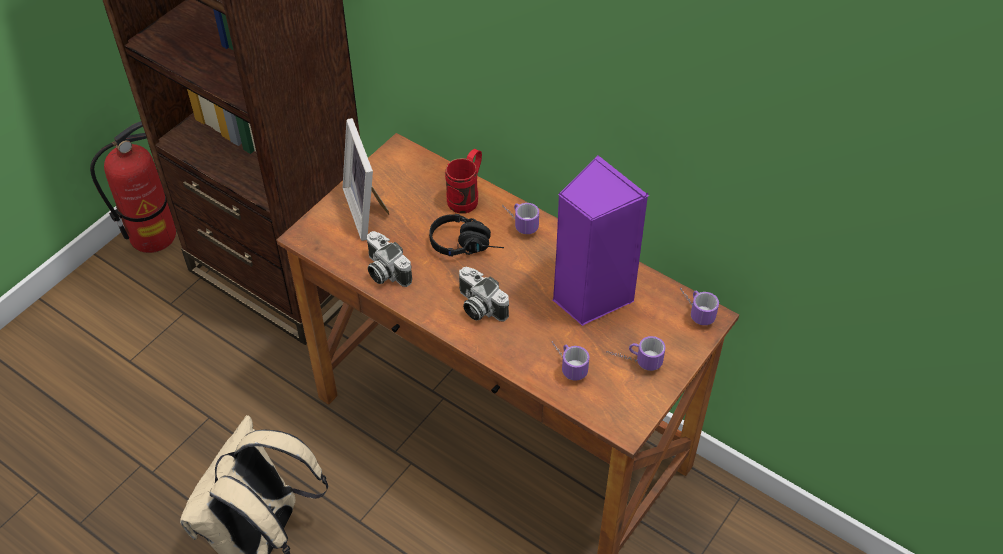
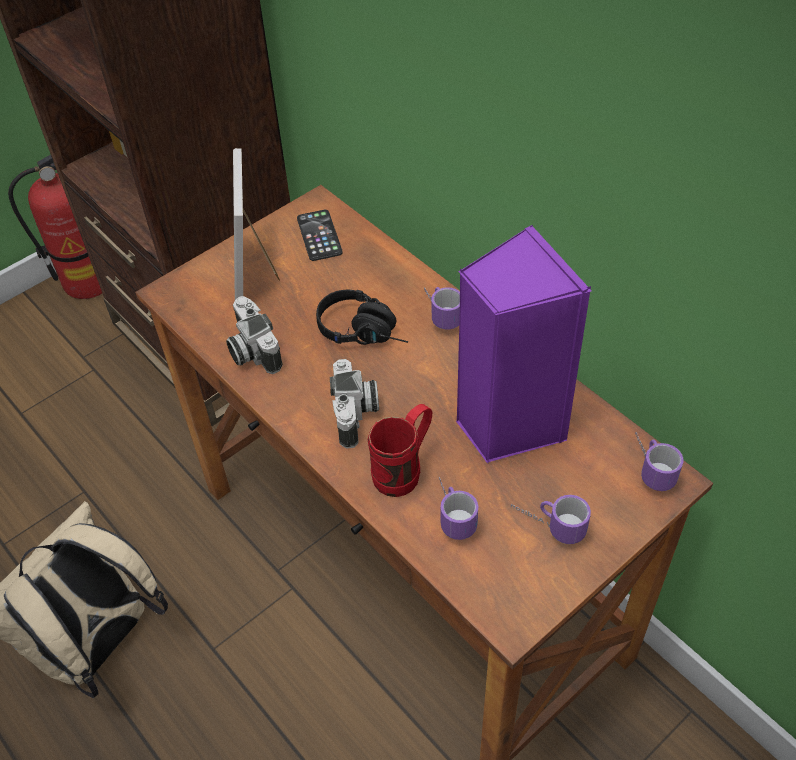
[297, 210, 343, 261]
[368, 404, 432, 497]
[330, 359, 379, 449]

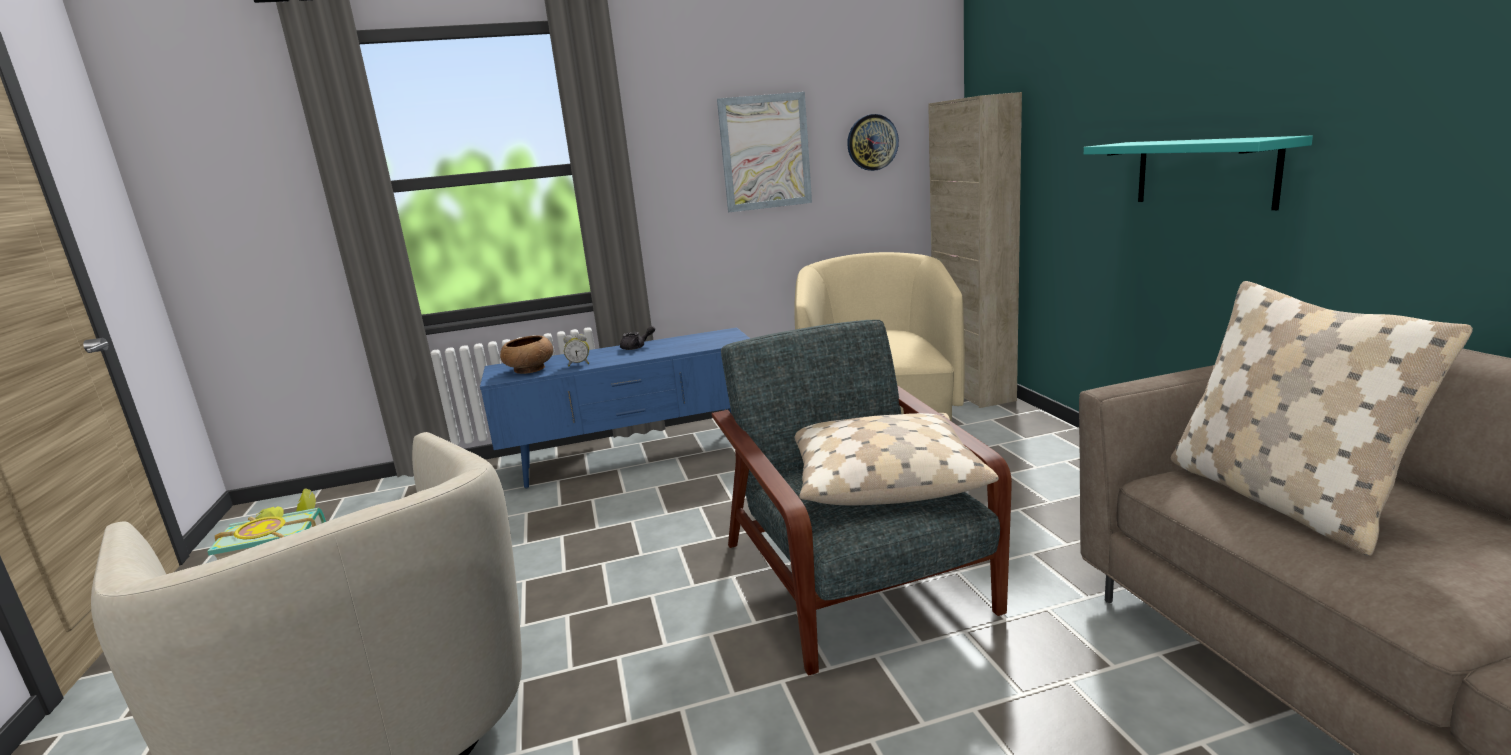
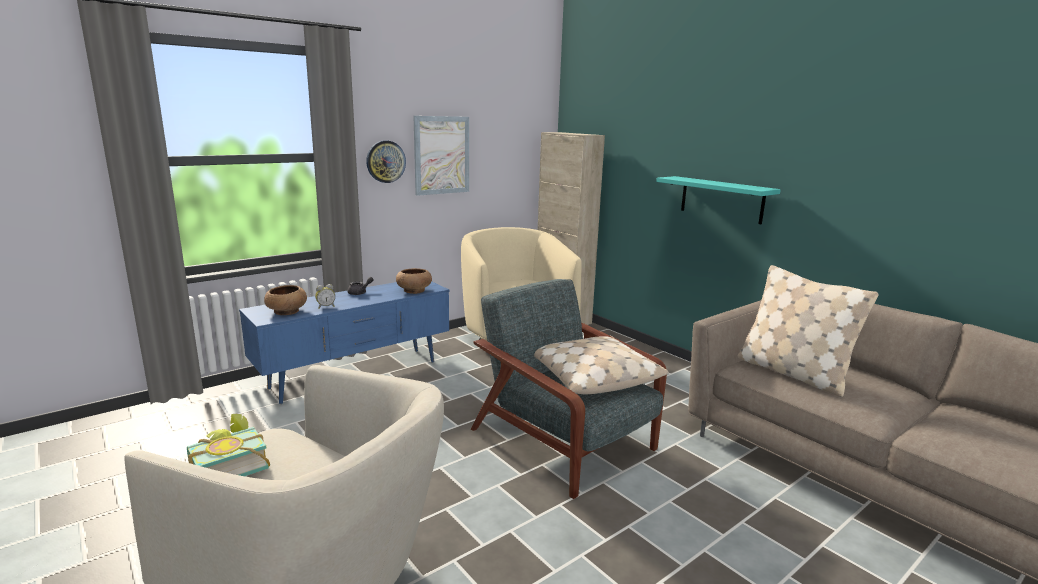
[396, 268, 432, 294]
[366, 140, 406, 183]

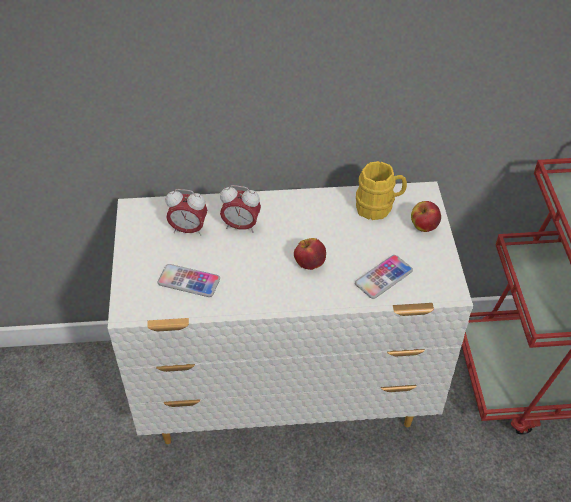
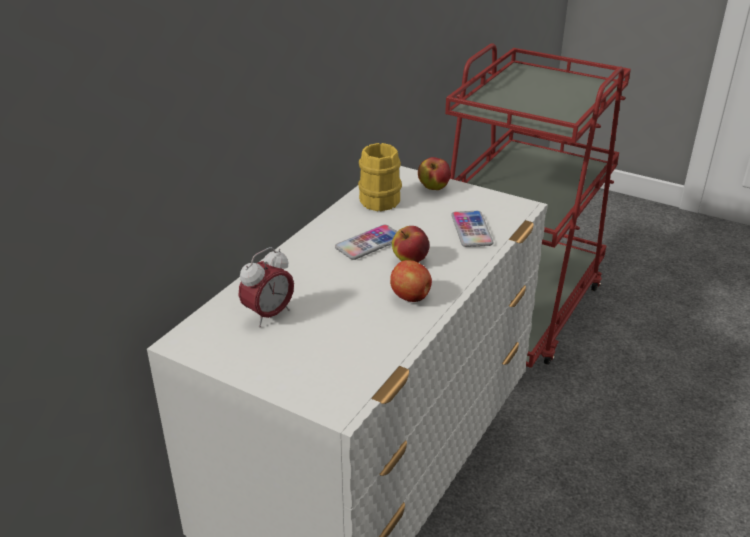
[220, 185, 261, 233] (first image)
[390, 260, 432, 302]
[335, 225, 397, 260]

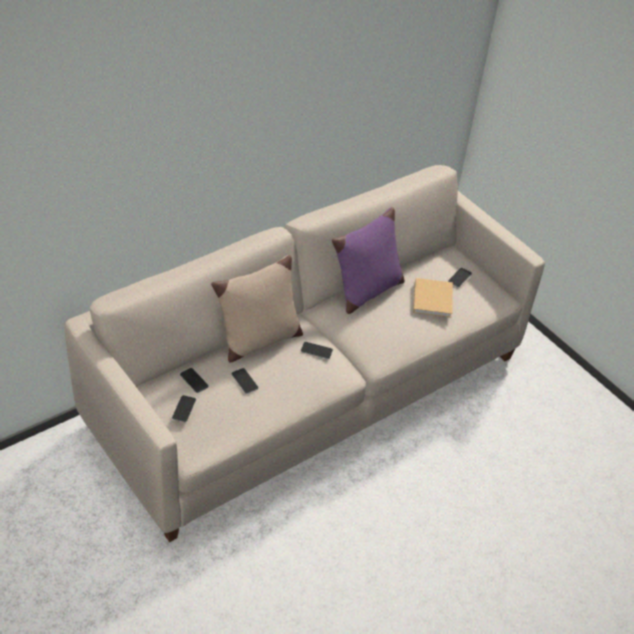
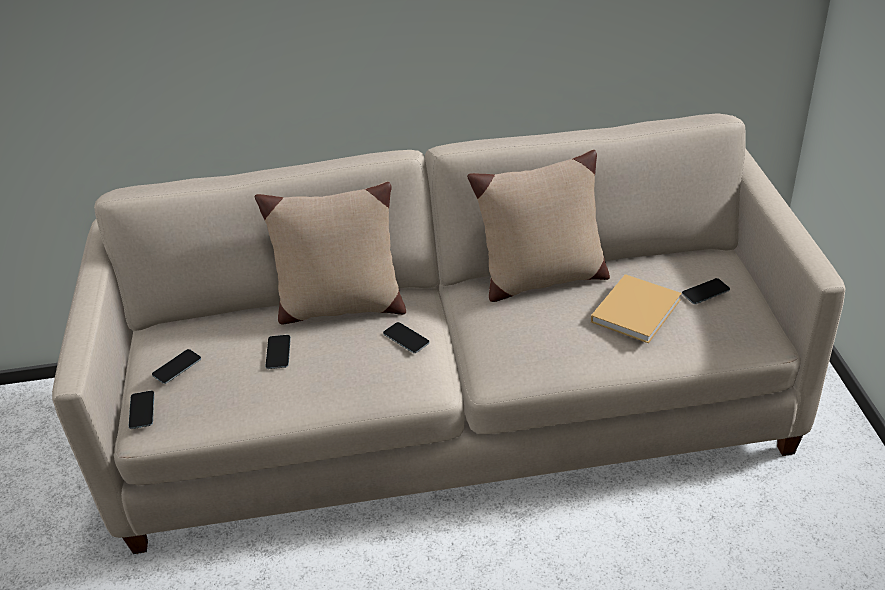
[129, 391, 154, 429]
[467, 150, 610, 302]

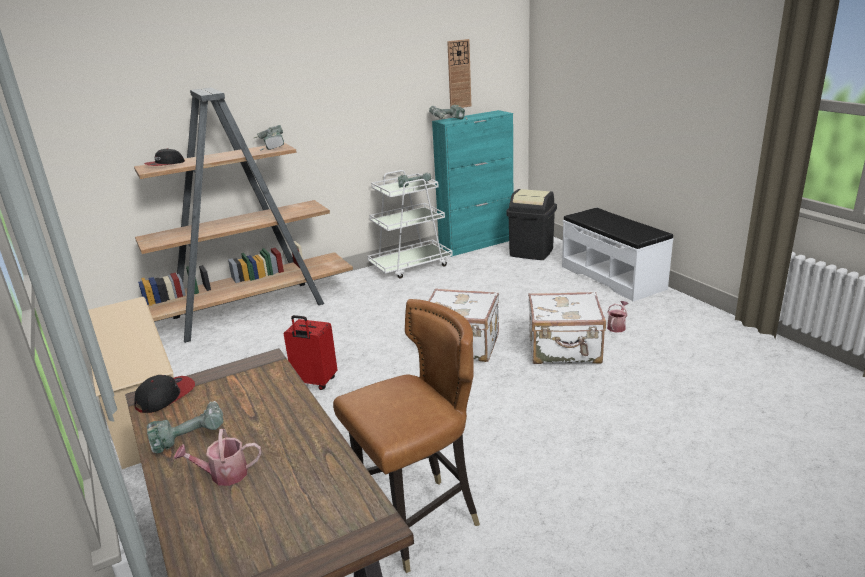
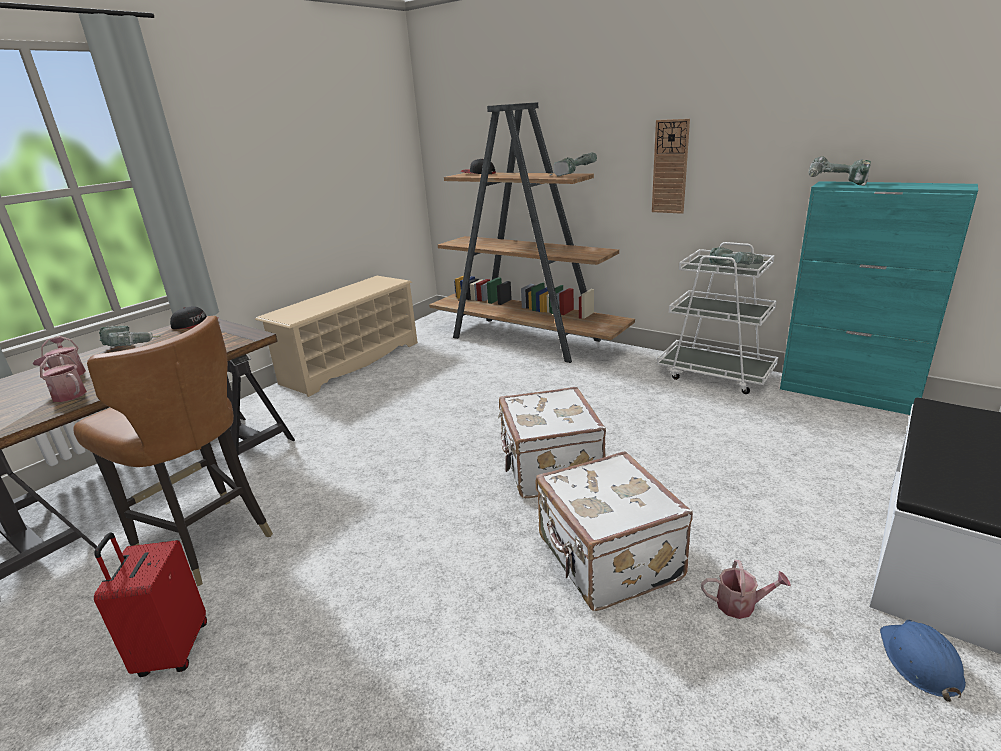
[506, 189, 557, 260] (first image)
[32, 353, 87, 402]
[880, 620, 966, 702]
[94, 533, 207, 677]
[652, 119, 690, 214]

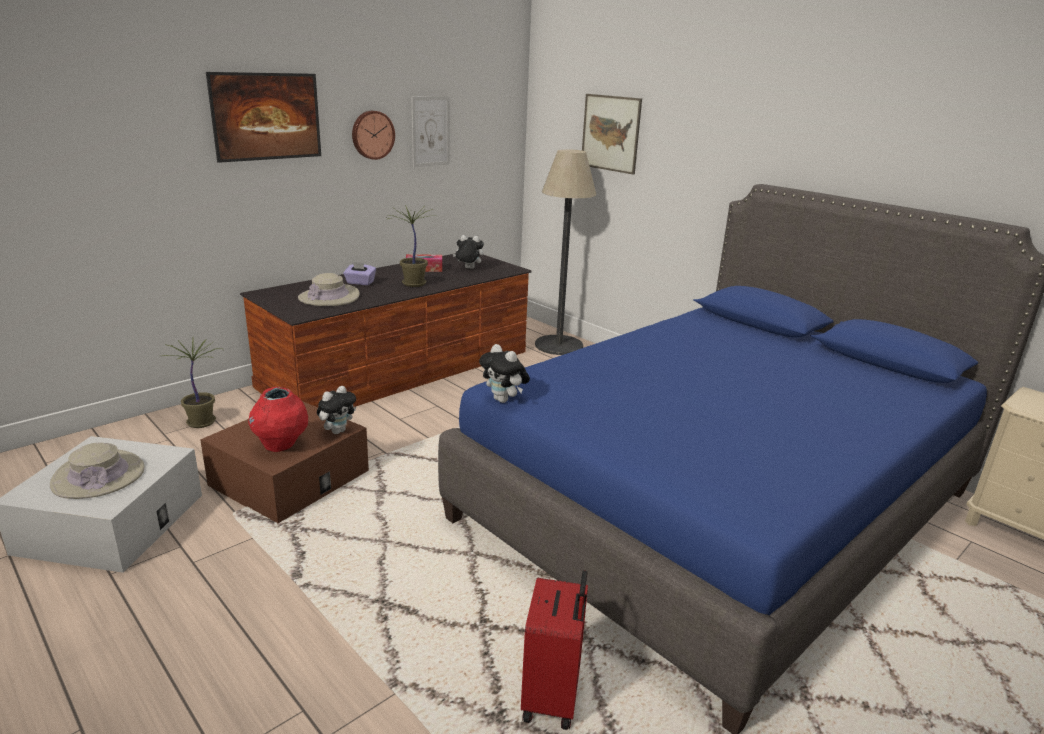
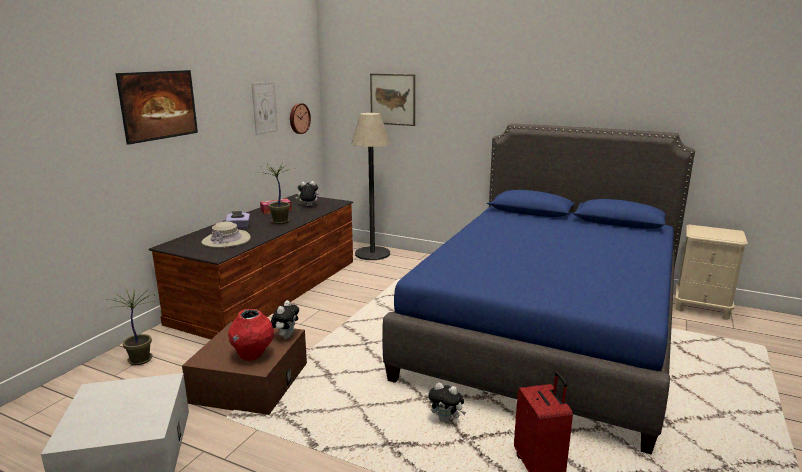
[50, 443, 145, 499] (first image)
[290, 103, 311, 134]
[428, 382, 466, 423]

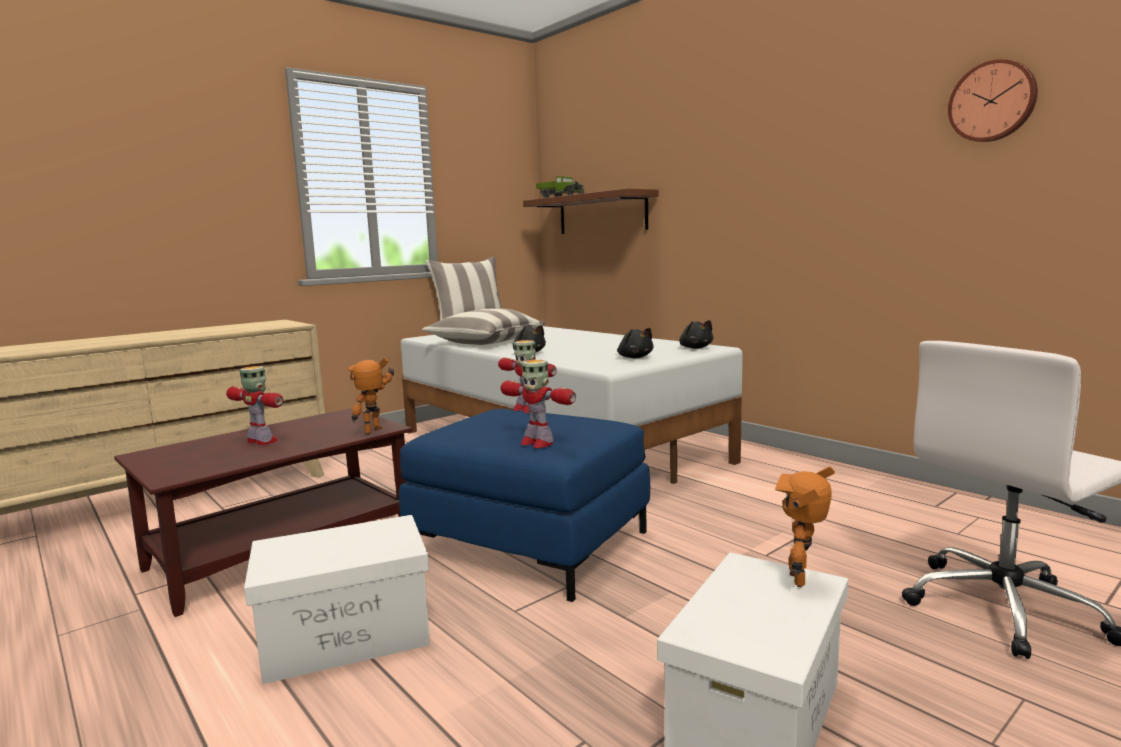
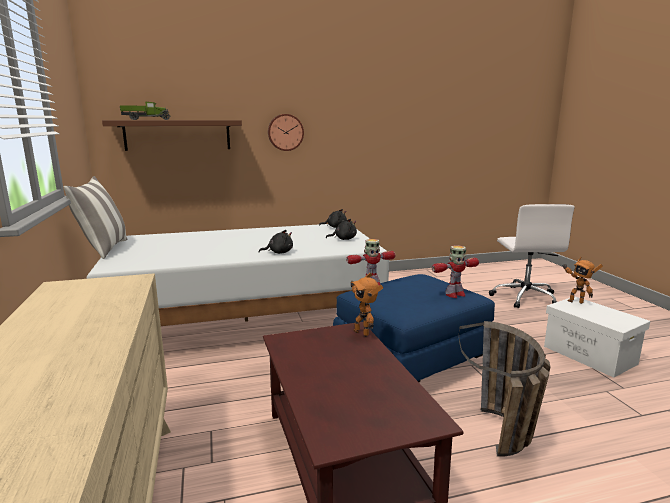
[226, 366, 283, 445] (first image)
[422, 308, 545, 345] (first image)
[268, 114, 304, 151]
[459, 321, 551, 457]

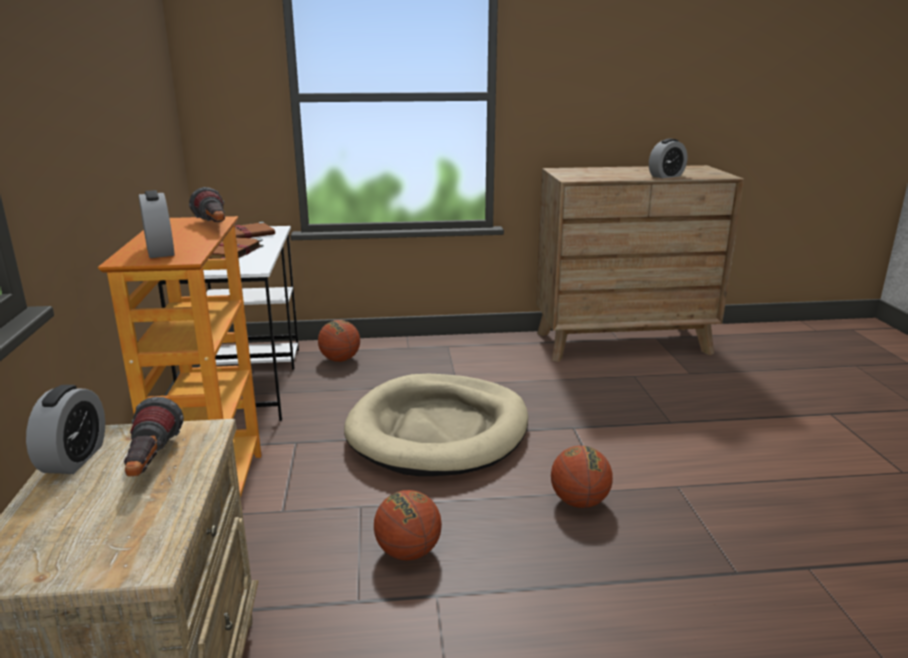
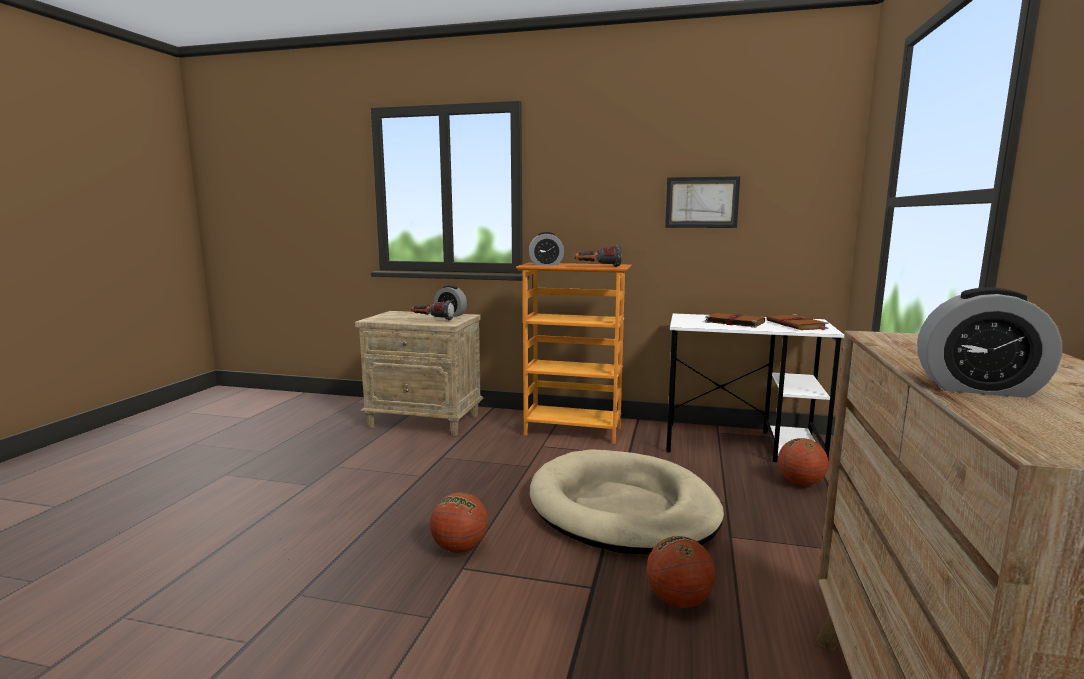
[665, 176, 740, 228]
[647, 536, 715, 608]
[917, 287, 1062, 398]

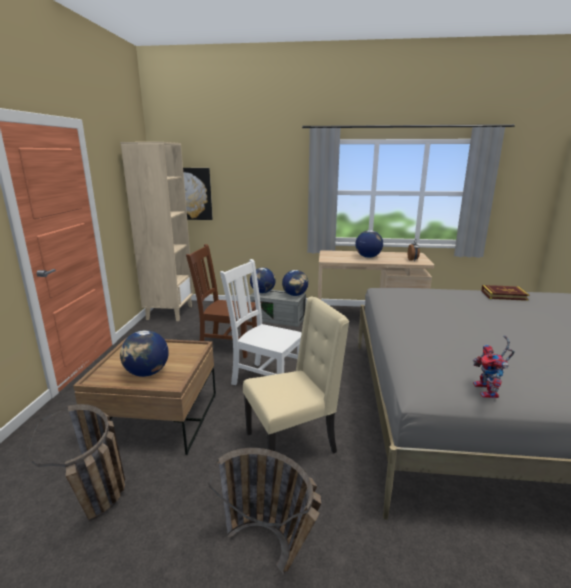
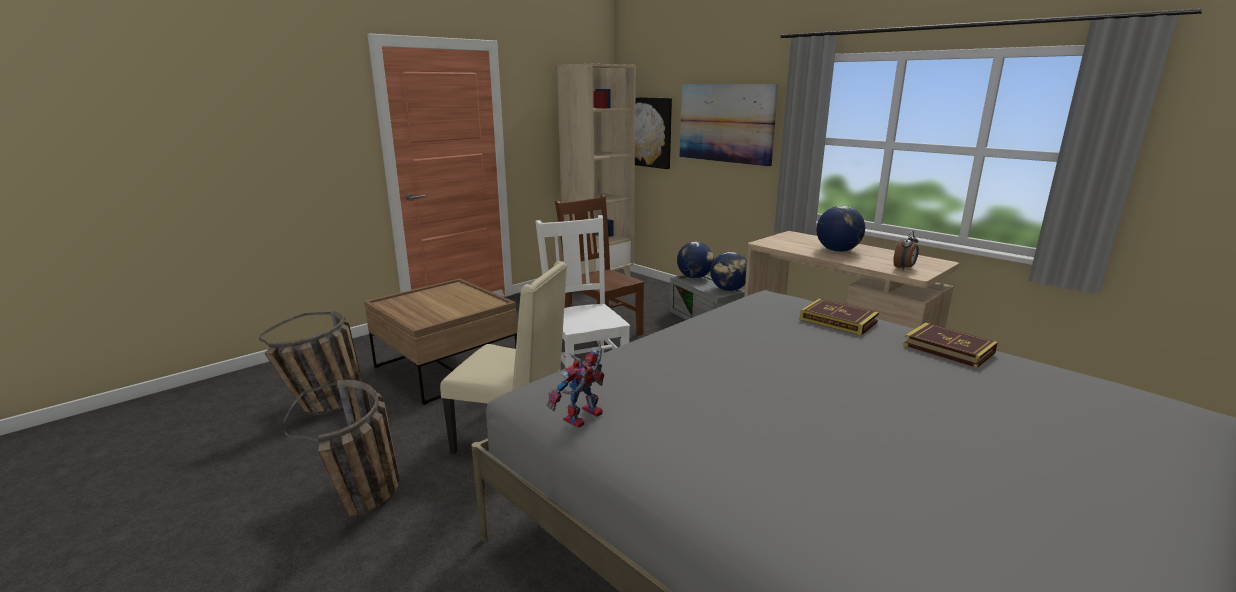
[120, 330, 169, 377] (first image)
[680, 84, 778, 167]
[800, 299, 879, 335]

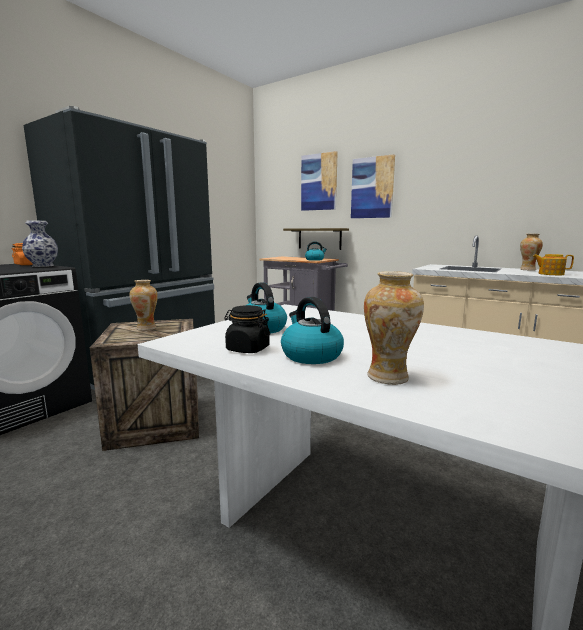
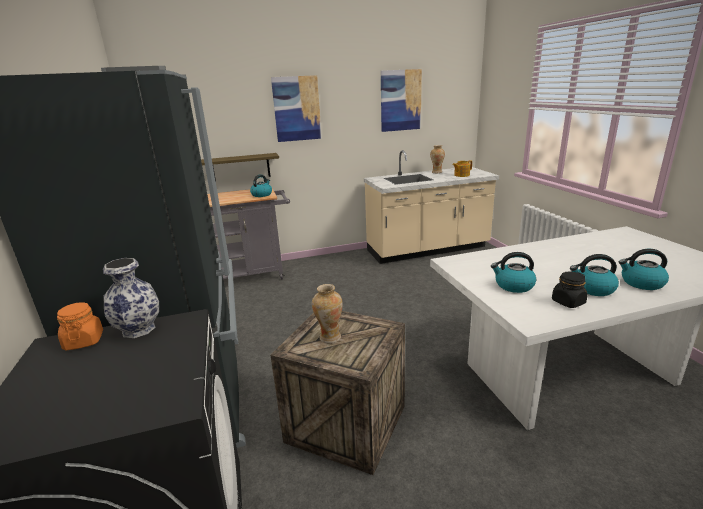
[381, 69, 422, 132]
[619, 249, 669, 290]

